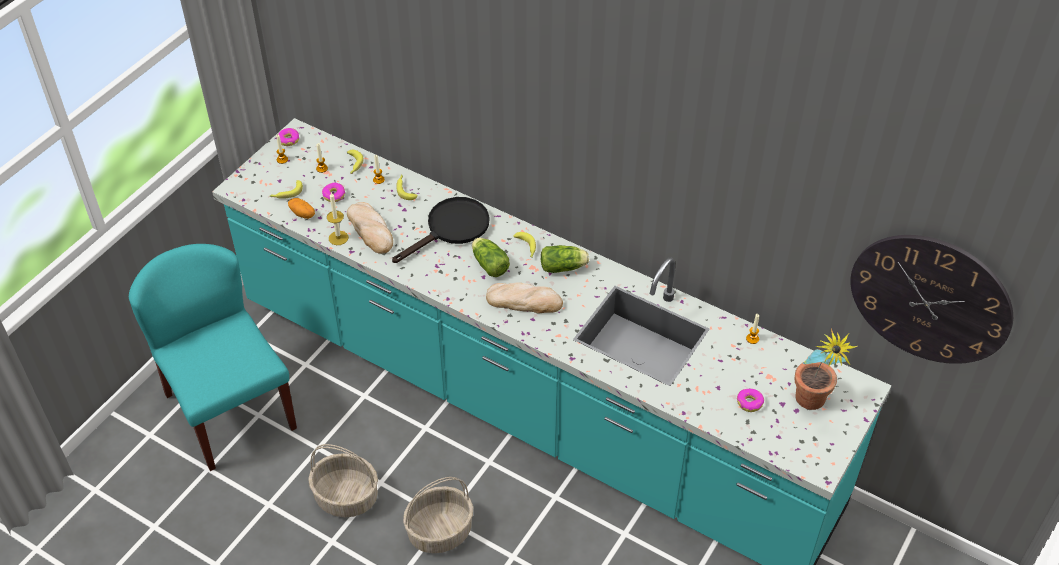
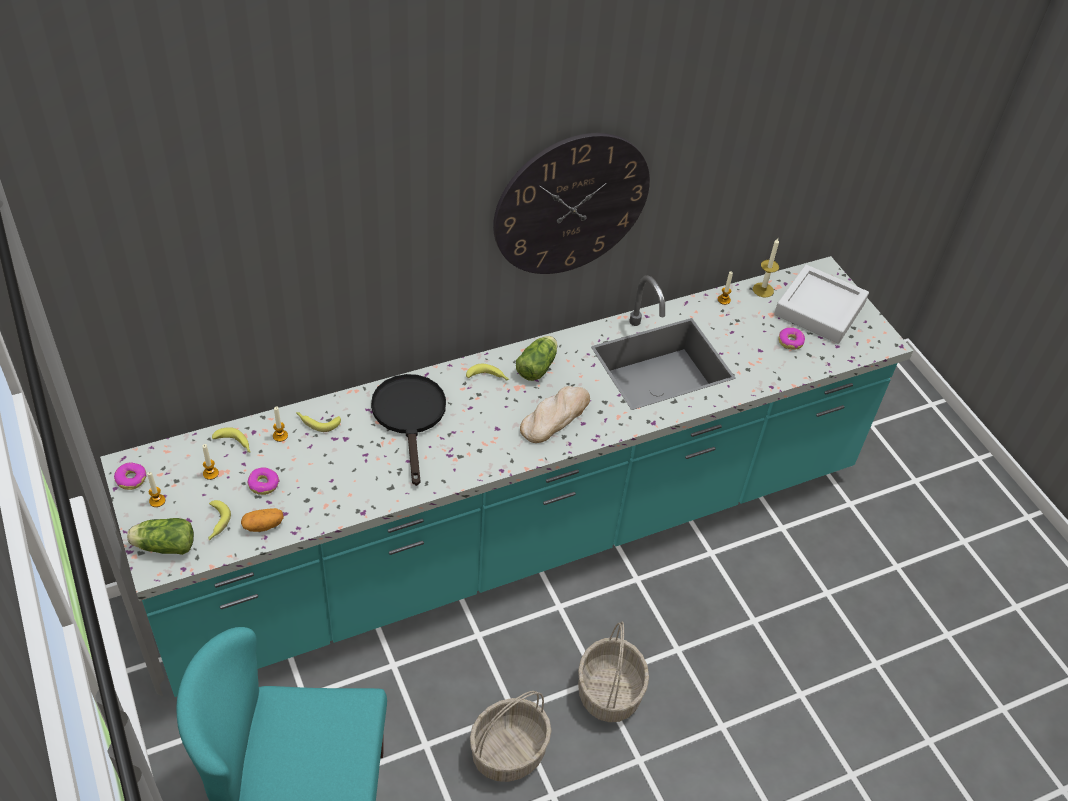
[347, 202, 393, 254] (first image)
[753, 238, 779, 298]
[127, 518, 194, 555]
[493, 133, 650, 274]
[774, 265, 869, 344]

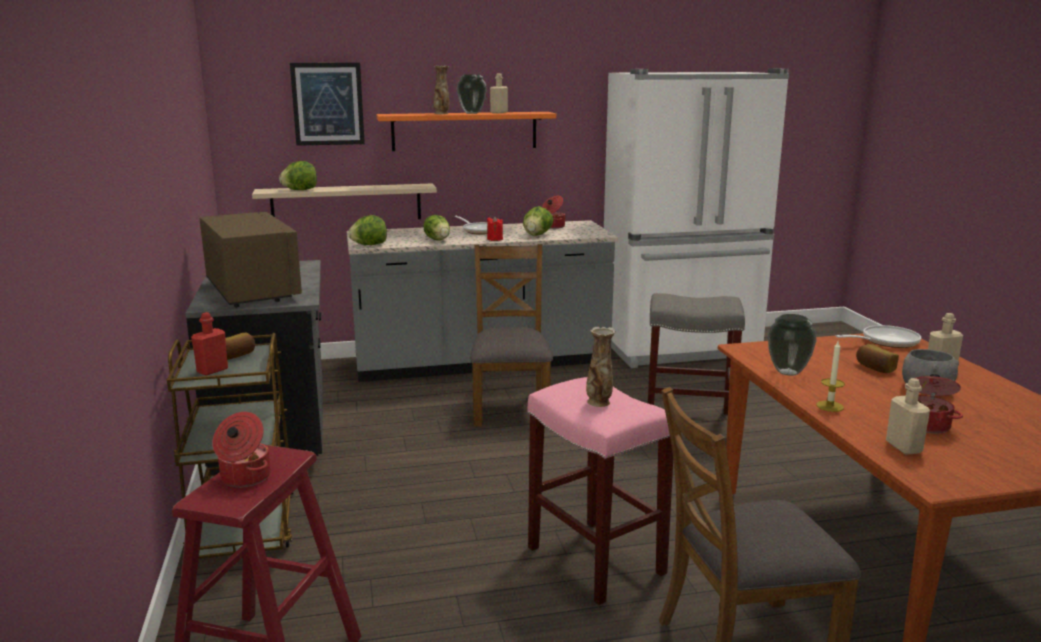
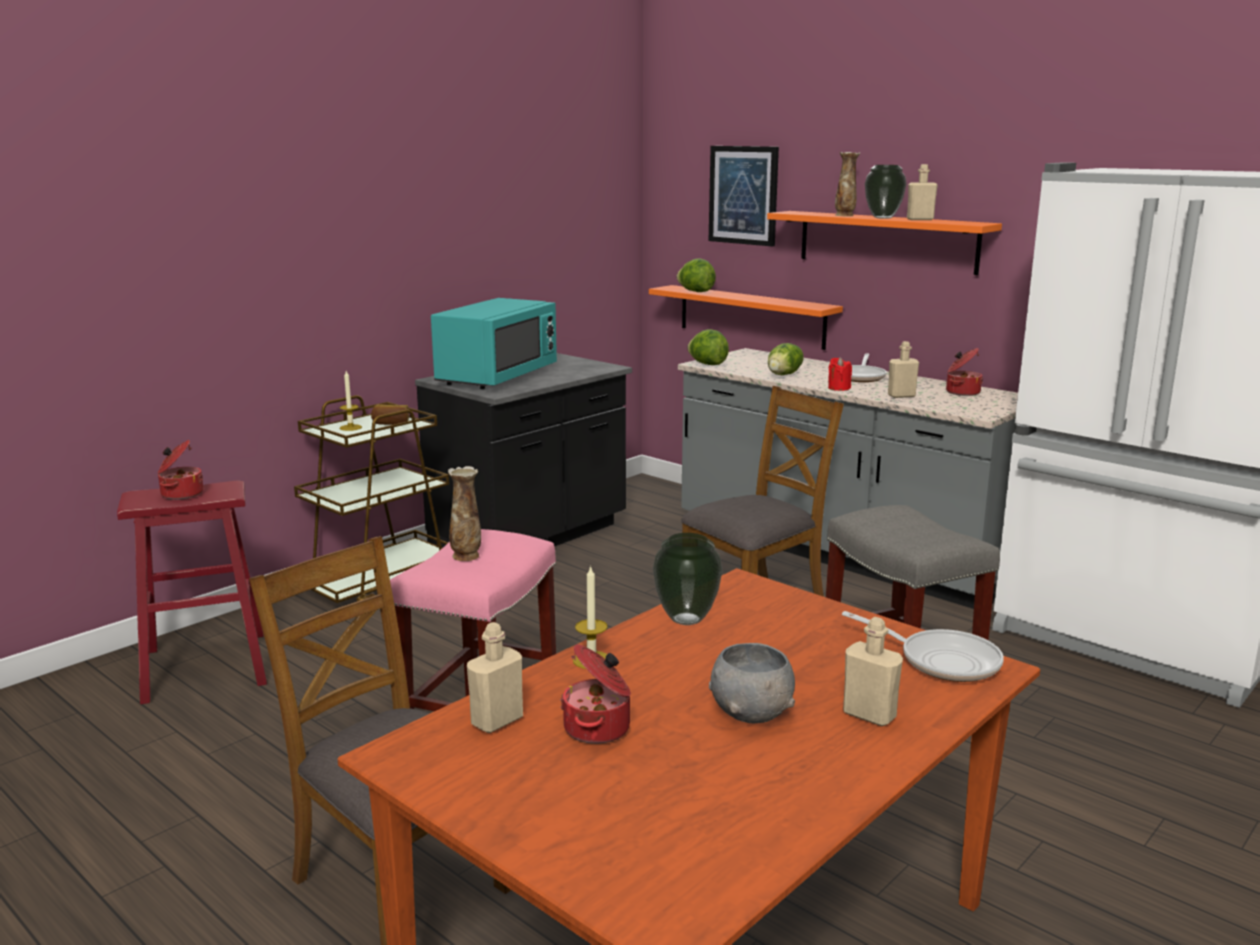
[856, 344, 899, 373] (first image)
[340, 371, 362, 431]
[888, 341, 919, 398]
[431, 298, 557, 389]
[649, 285, 843, 350]

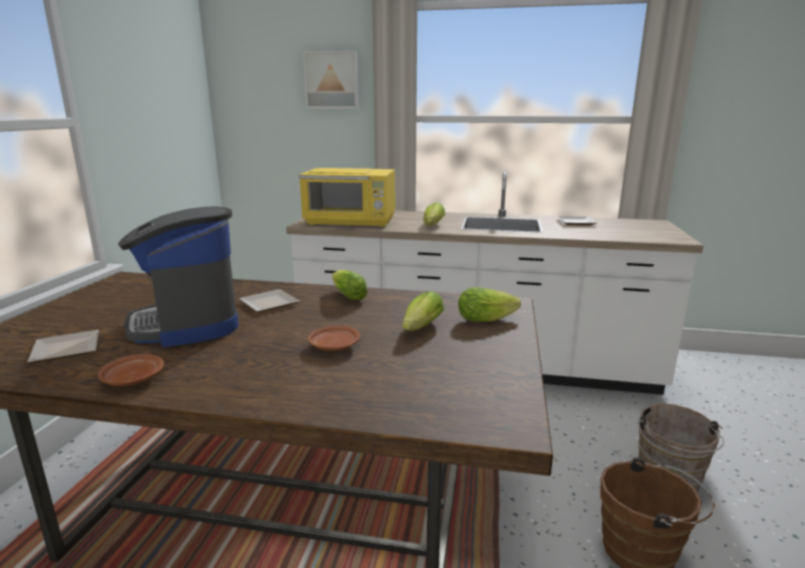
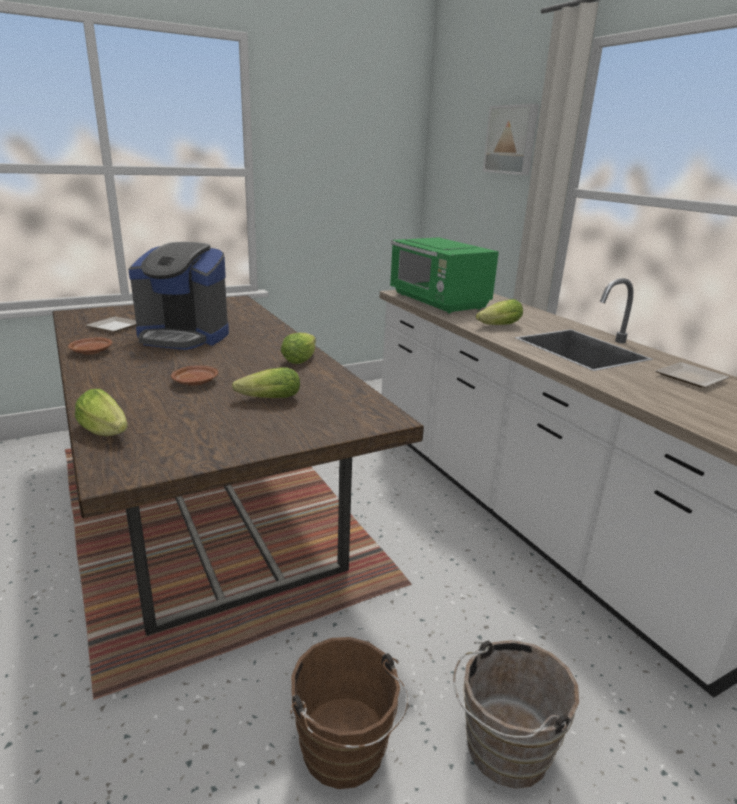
[239, 289, 299, 312] (first image)
[75, 389, 128, 436]
[390, 237, 499, 314]
[128, 242, 229, 350]

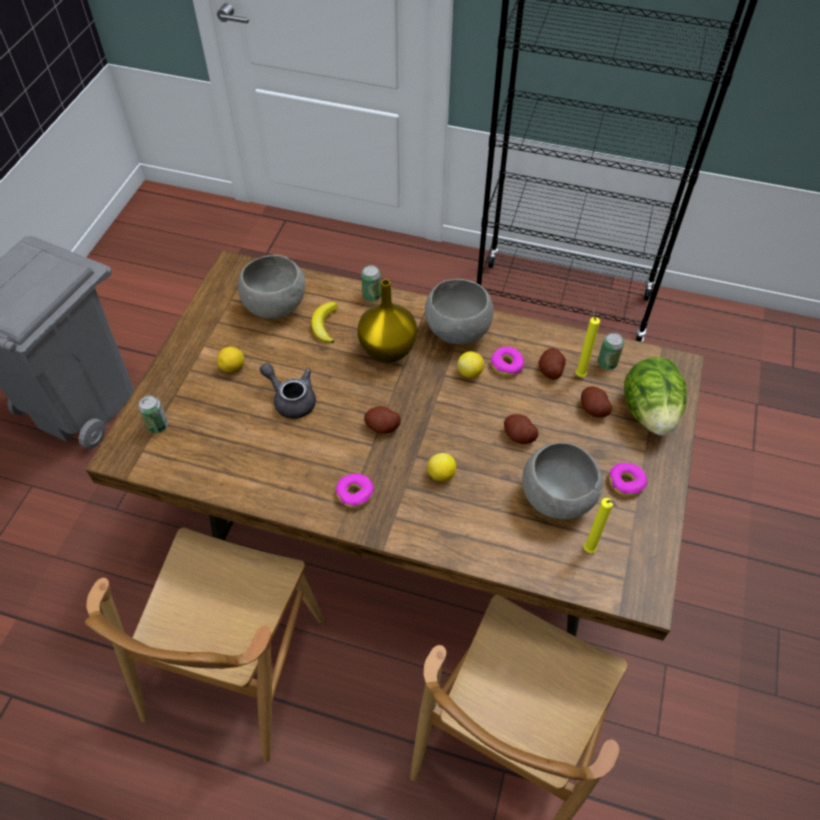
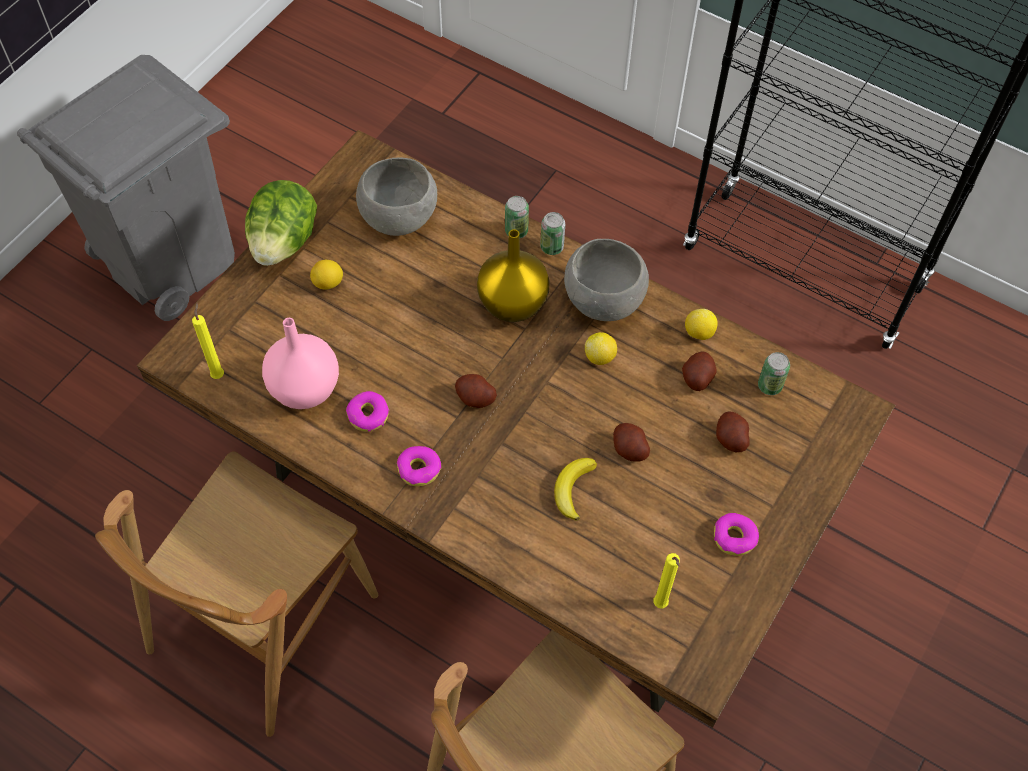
[260, 363, 316, 419] (first image)
[522, 442, 603, 519] (first image)
[262, 318, 339, 409]
[540, 212, 565, 255]
[554, 458, 597, 521]
[685, 309, 718, 340]
[346, 391, 390, 432]
[192, 303, 224, 379]
[245, 180, 317, 266]

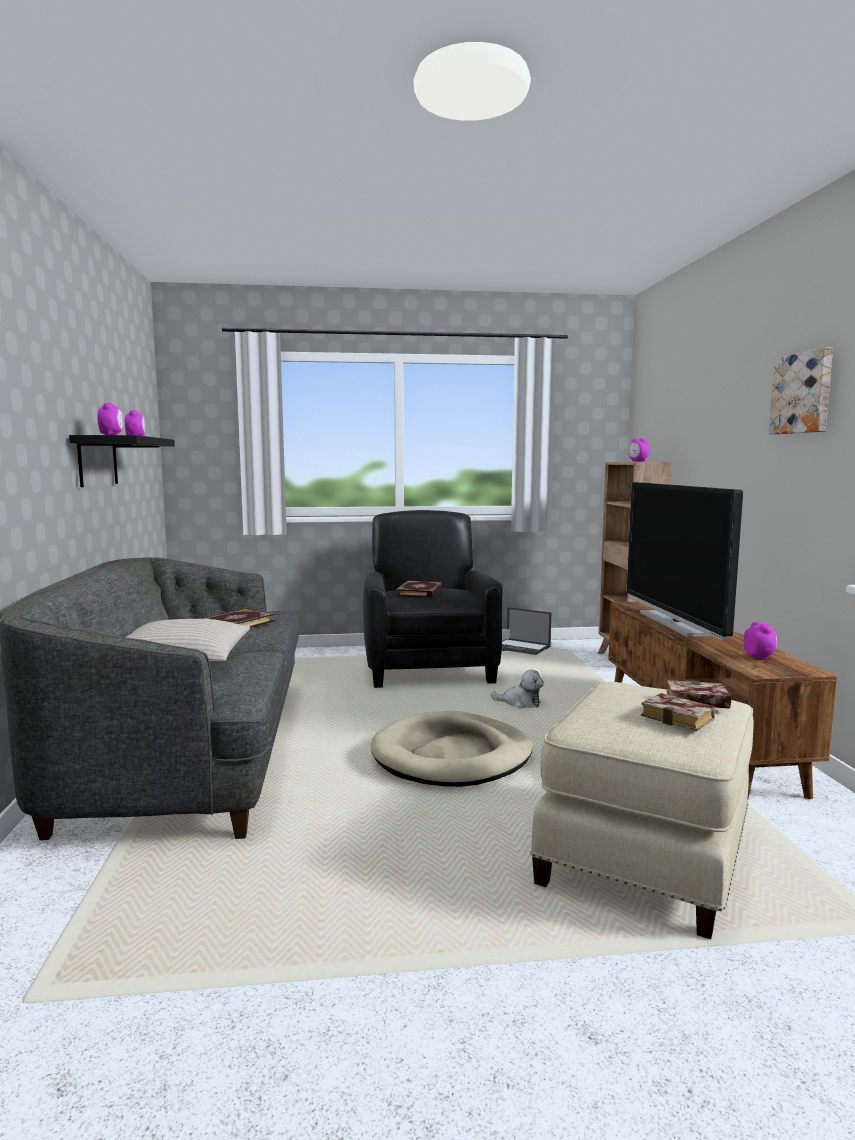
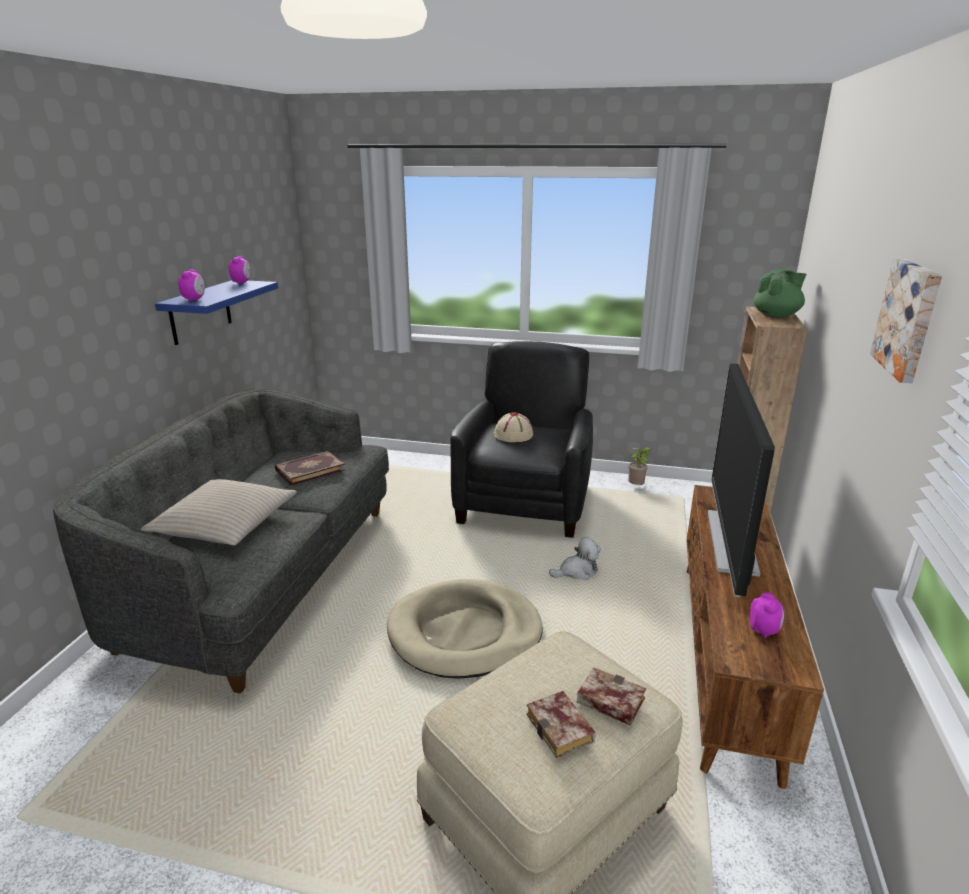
[494, 412, 533, 442]
[628, 447, 651, 485]
[753, 269, 806, 318]
[155, 280, 278, 345]
[549, 537, 601, 580]

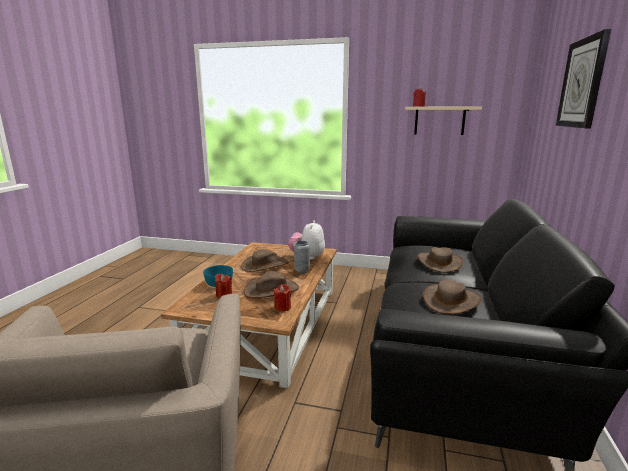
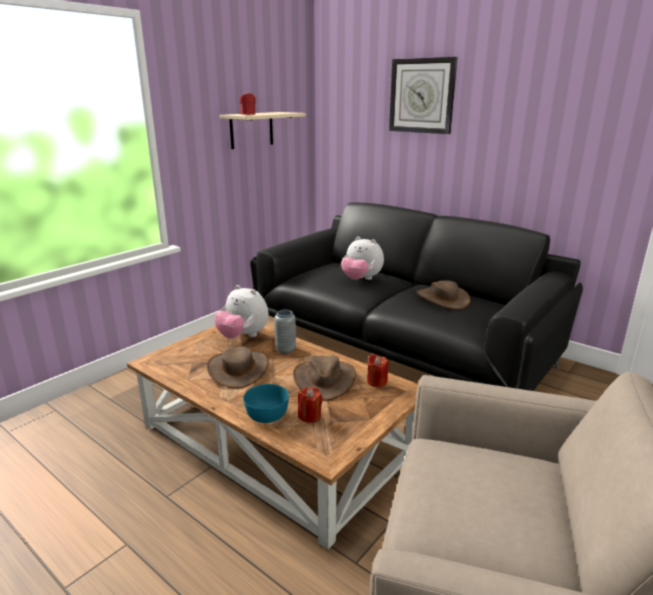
[341, 237, 384, 280]

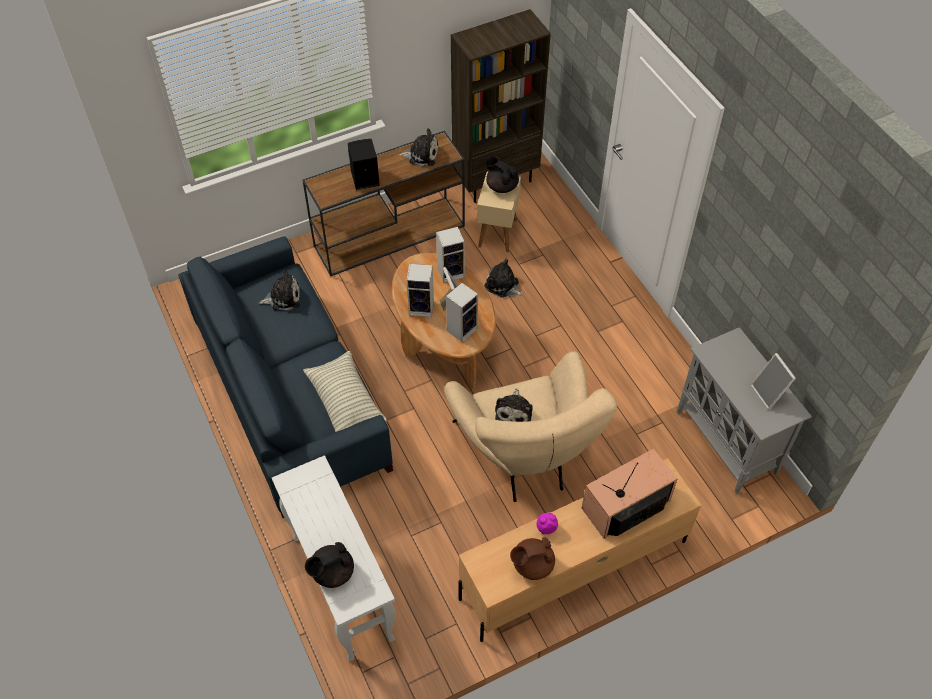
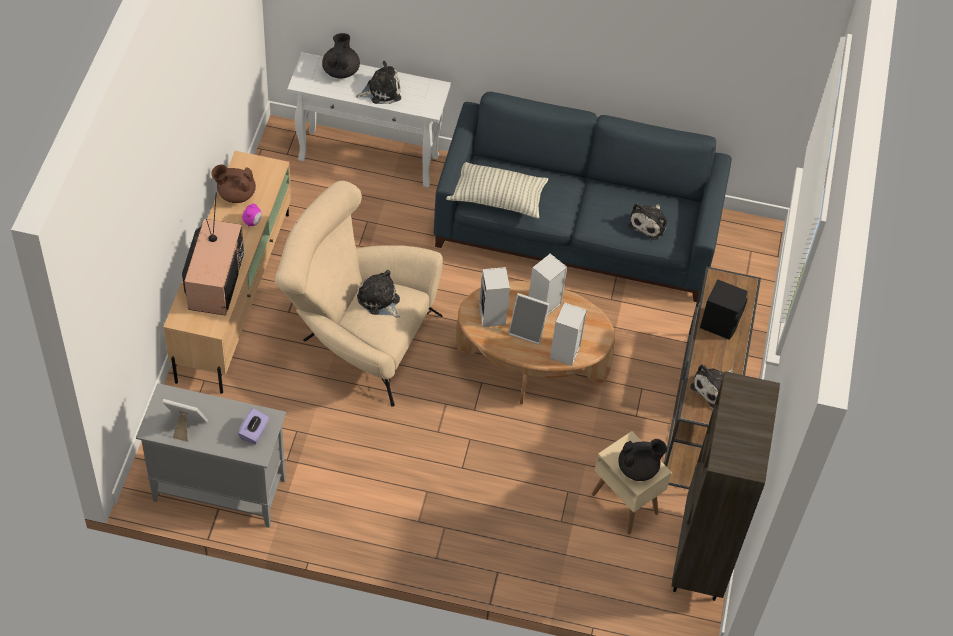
[238, 408, 269, 445]
[356, 61, 401, 104]
[211, 165, 256, 203]

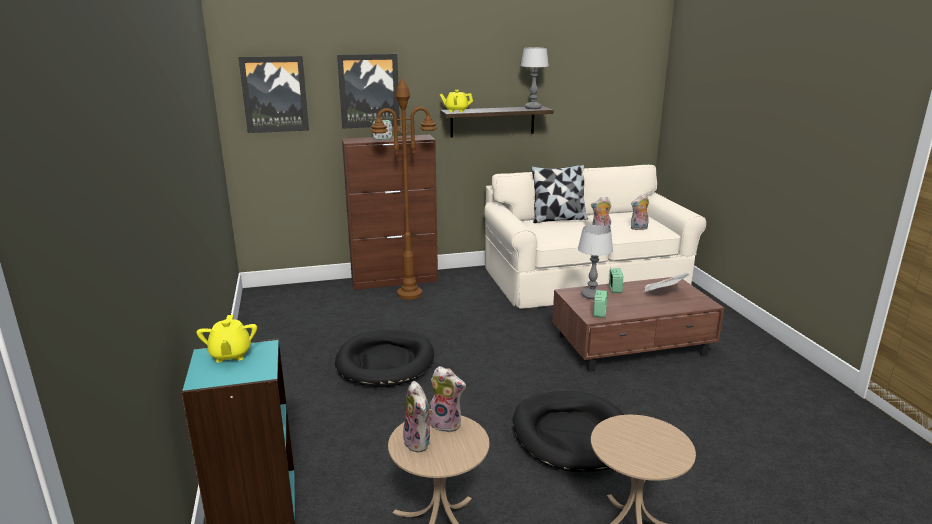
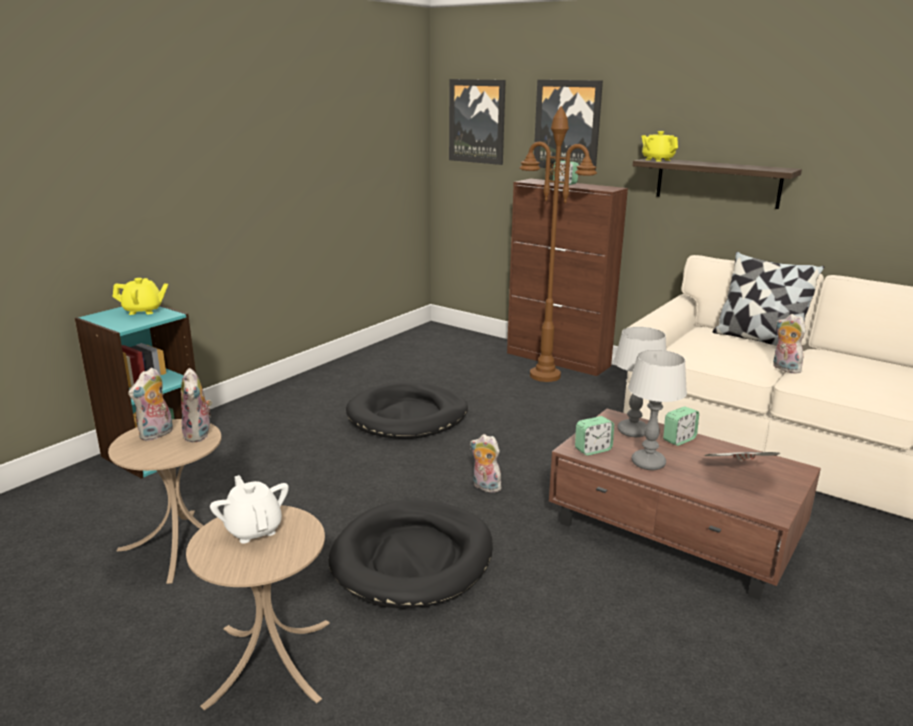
[210, 475, 289, 544]
[628, 350, 687, 470]
[470, 434, 503, 493]
[113, 278, 168, 315]

